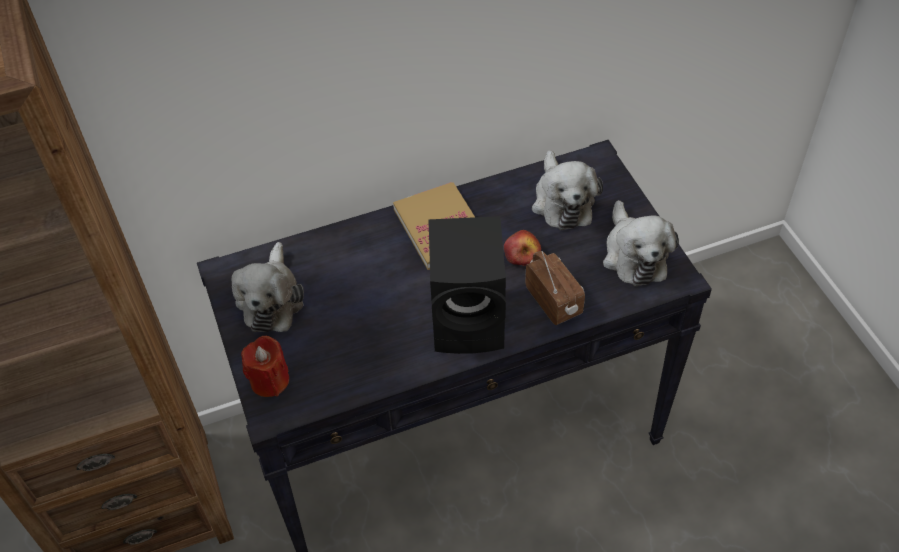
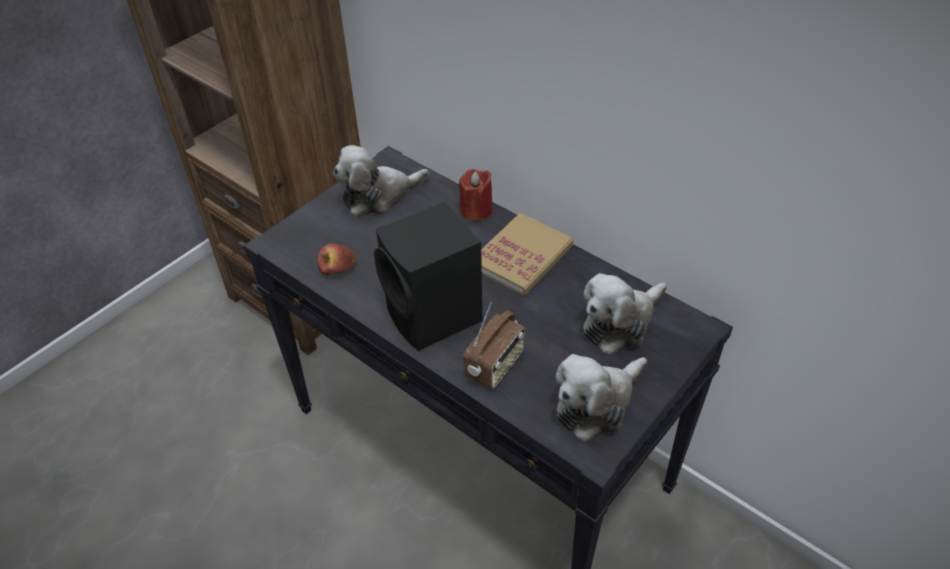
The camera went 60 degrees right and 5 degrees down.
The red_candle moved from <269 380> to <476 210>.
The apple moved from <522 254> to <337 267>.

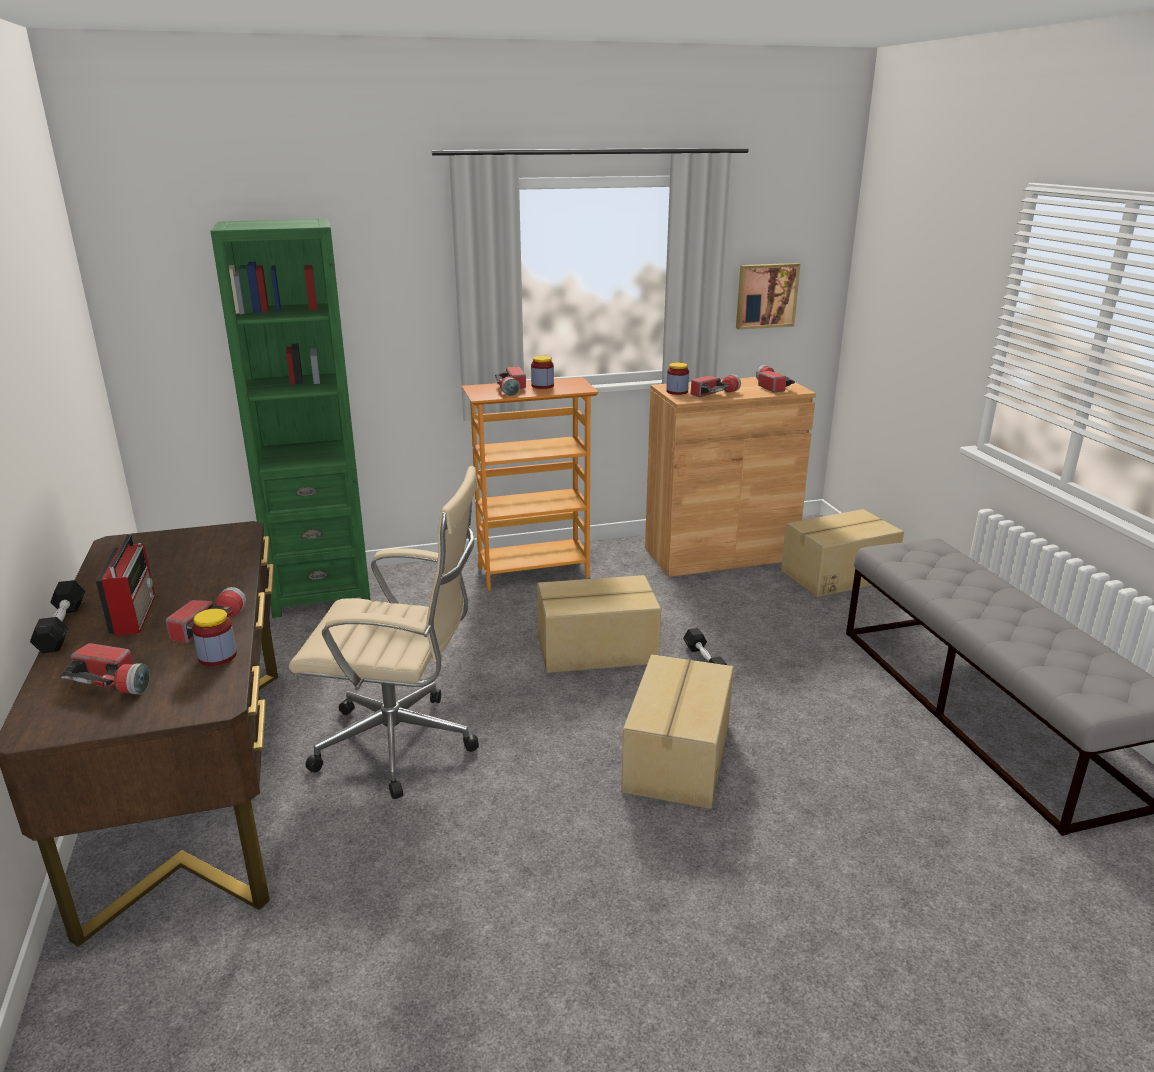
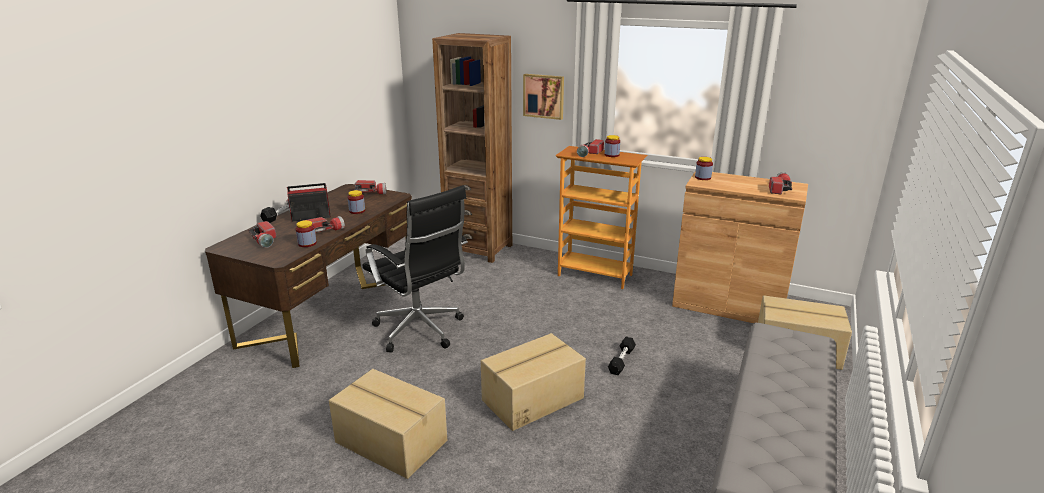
The camera went 40 degrees right and 0 degrees up.
The radio at <134 614> turned 135 degrees counterclockwise.
The green_bookcase at <321 593> became the brown_bookcase at <478 249>.
The beige_office_chair at <403 745> became the black_office_chair at <421 331>.
The cardboard_box moved from <597 650> to <390 442>.
The flashlight moved from <715 394> to <371 193>.
The picture moved from <766 295> to <544 96>.
The jar at <357 211> appeared.

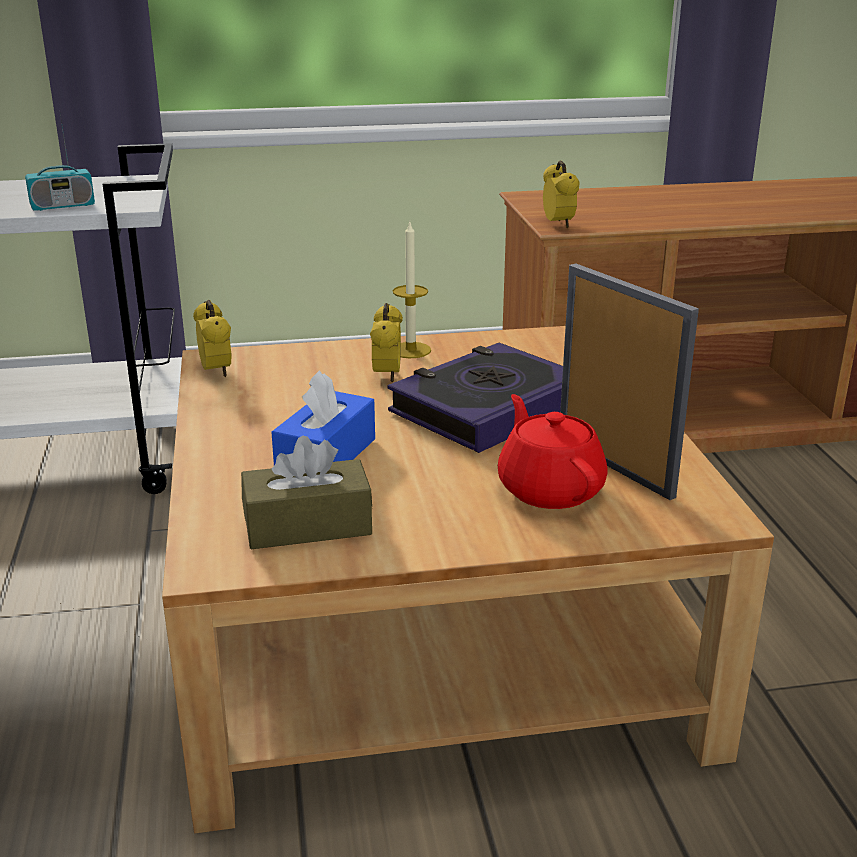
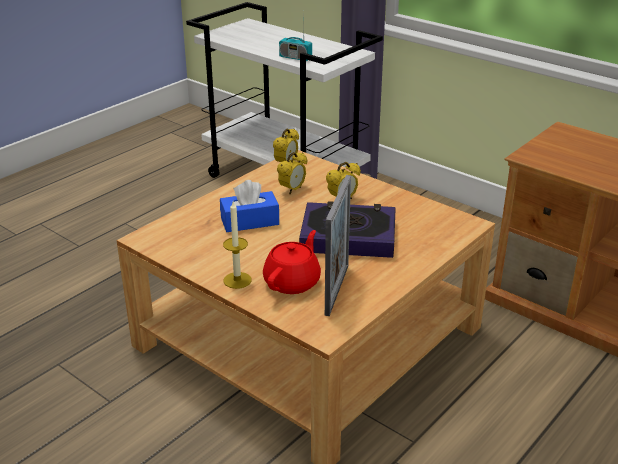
The camera went 50 degrees right and 5 degrees up.
The brown_tissue_box at <307 525> disappeared.
The candle moved from <410 350> to <237 280>.
The alarm_clock moved from <558 224> to <292 190>.

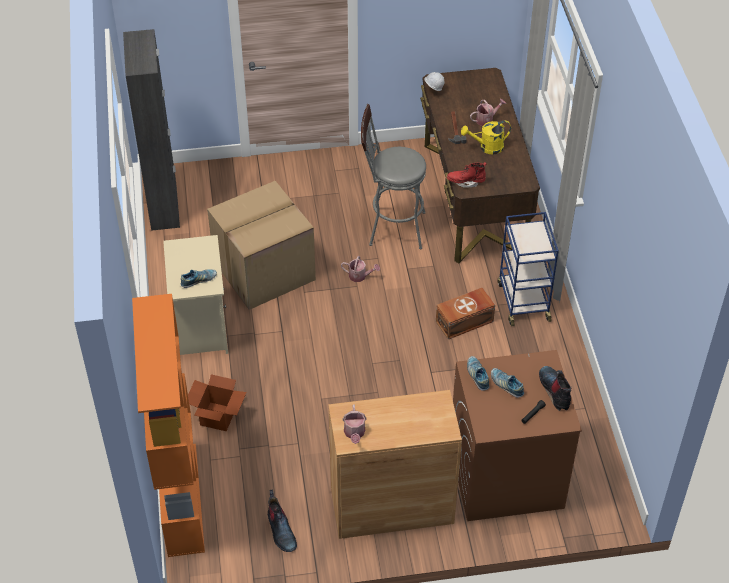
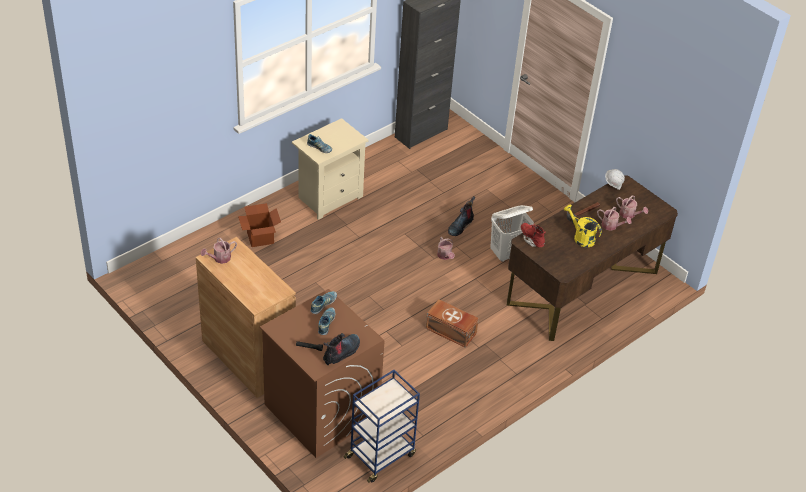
The camera went 55 degrees right and 5 degrees down.
The orange_bookcase at <181 498> disappeared.
The cardboard_box at <263 272> disappeared.
The boot moved from <281 531> to <460 225>.
The grey_stool at <391 228> was replaced by the white_laundry_basket at <507 254>.
The blue_cart moved from <523 301> to <381 455>.
The watering_can at <629 215> appeared.

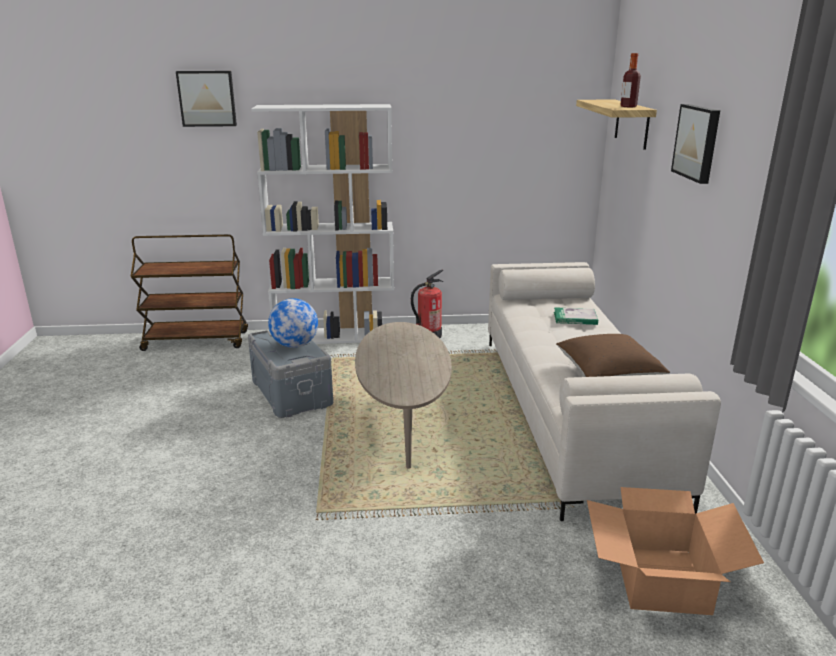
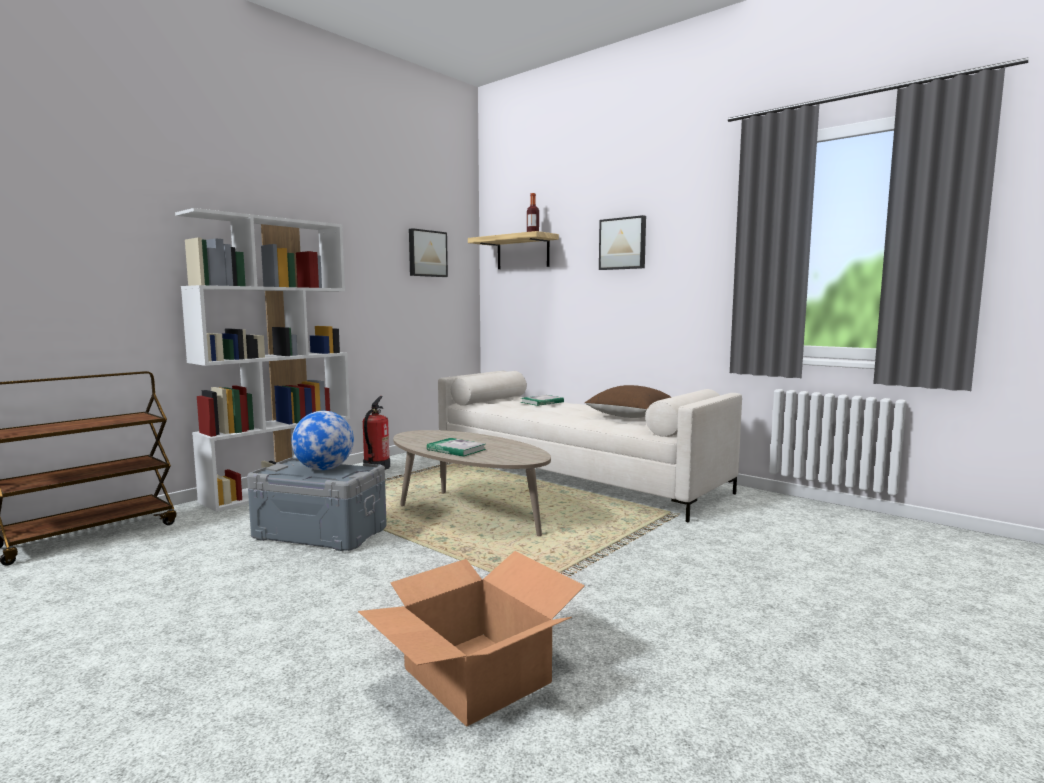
The camera went 45 degrees left and 15 degrees down.
The picture moved from <207 98> to <427 253>.
The cardboard_box moved from <660 579> to <475 676>.
The book at <456 449> appeared.

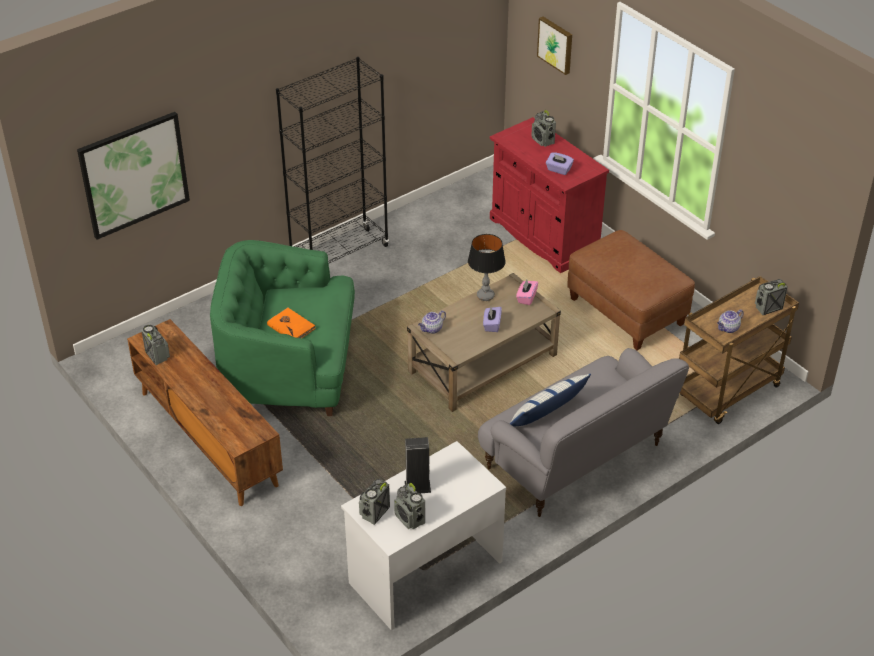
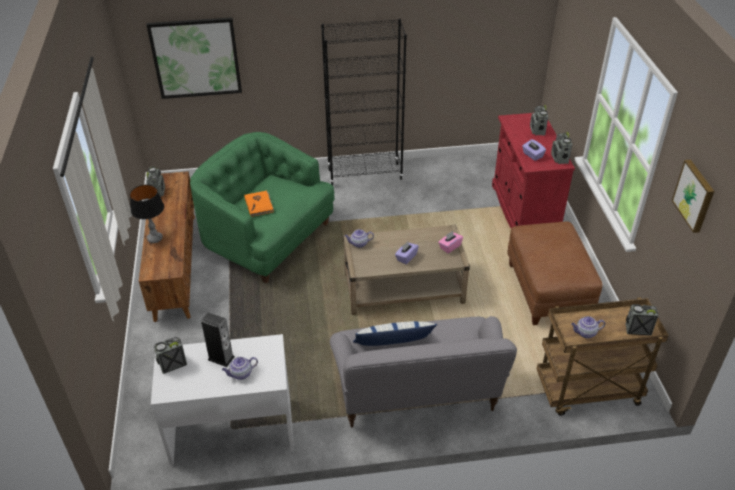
The camera went 30 degrees right and 0 degrees up.
The radio moved from <410 519> to <559 159>.
The table_lamp moved from <485 296> to <154 238>.
The picture moved from <556 44> to <695 195>.
The teapot at <241 374> appeared.

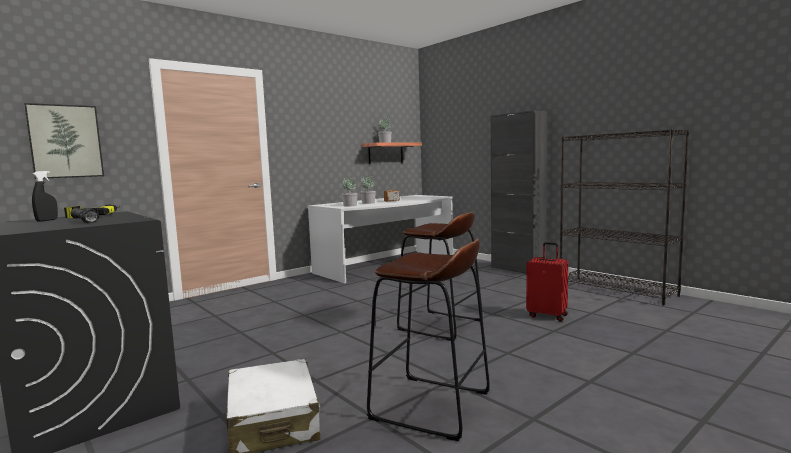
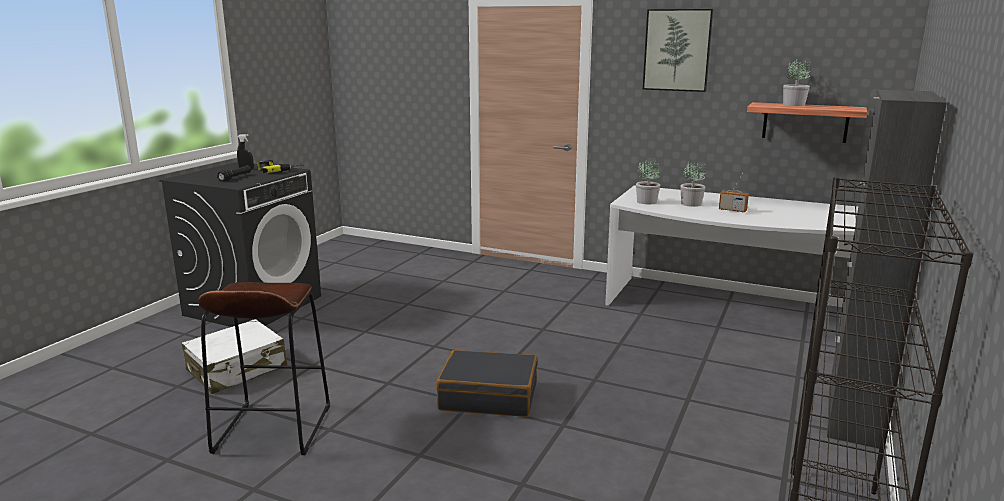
The camera went 65 degrees right and 10 degrees up.
The picture moved from <65 141> to <677 50>.
The brown_stool at <440 325> was replaced by the black_suitcase at <489 396>.
The red_suitcase at <547 315> disappeared.

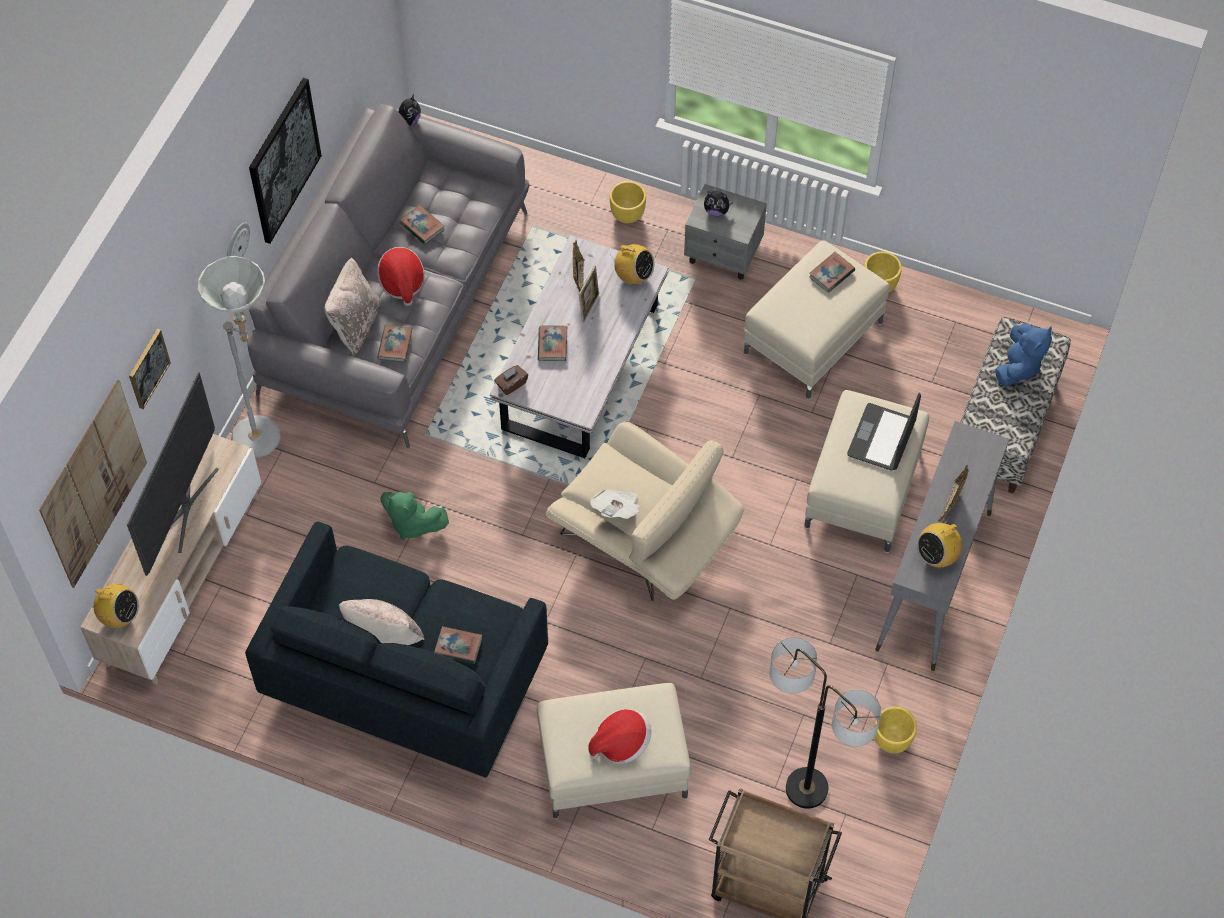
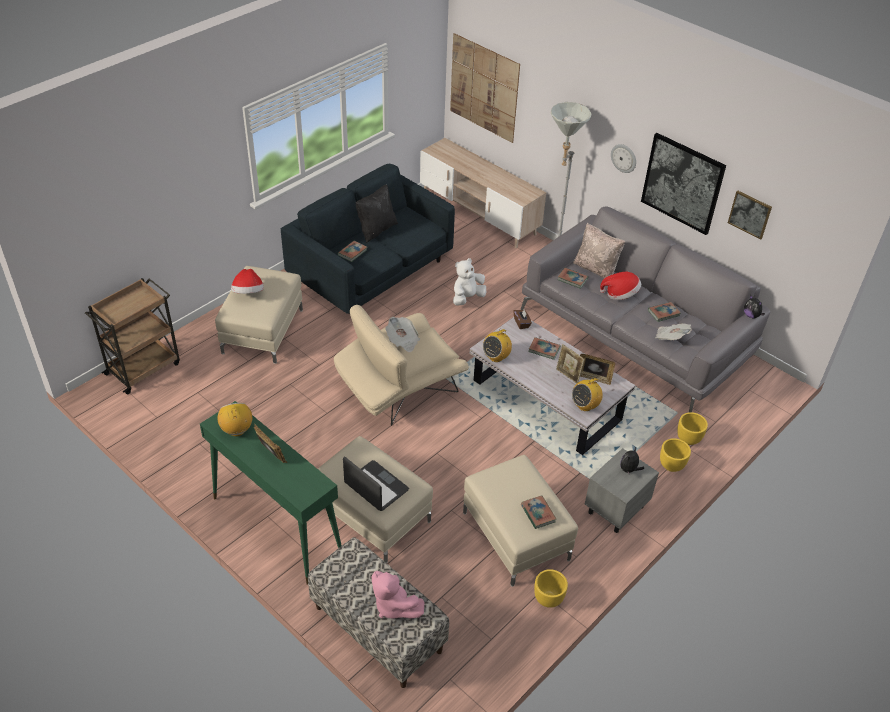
The camera went 110 degrees right and 15 degrees down.
The radio moved from <119 616> to <496 357>.
The television at <184 506> disappeared.
The picture moved from <148 368> to <750 214>.
The beige_pillow at <384 638> became the black_pillow at <376 229>.
The green_plush_toy at <412 523> became the white_plush_toy at <467 298>.
The floor_lamp at <806 789> disappeared.
The grey_console_table at <933 582> became the green_console_table at <276 526>.
The yellow_planter moved from <891 741> to <688 439>.
The blue_plush_toy at <1019 366> became the pink_plush_toy at <393 606>.
The newspaper at <670 338> appeared.

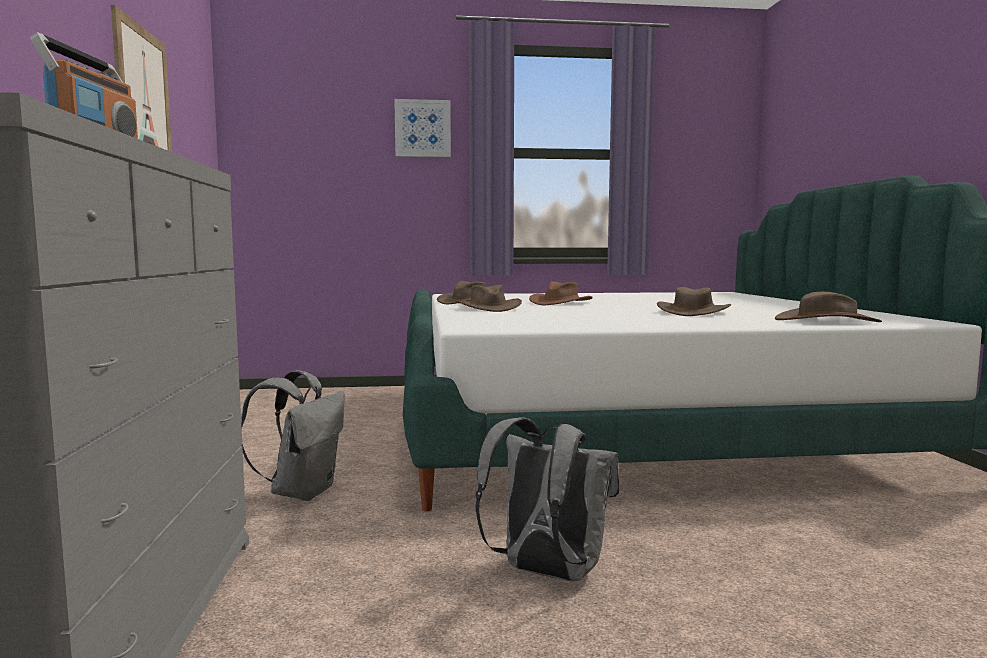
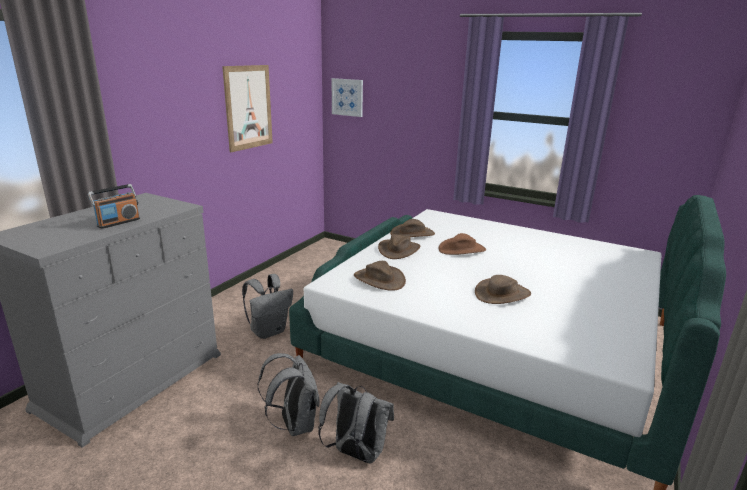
The camera went 35 degrees right and 15 degrees up.
The picture moved from <422 128> to <347 97>.
The brown_hat moved from <826 321> to <379 279>.
The grey_backpack at <356 453> appeared.

